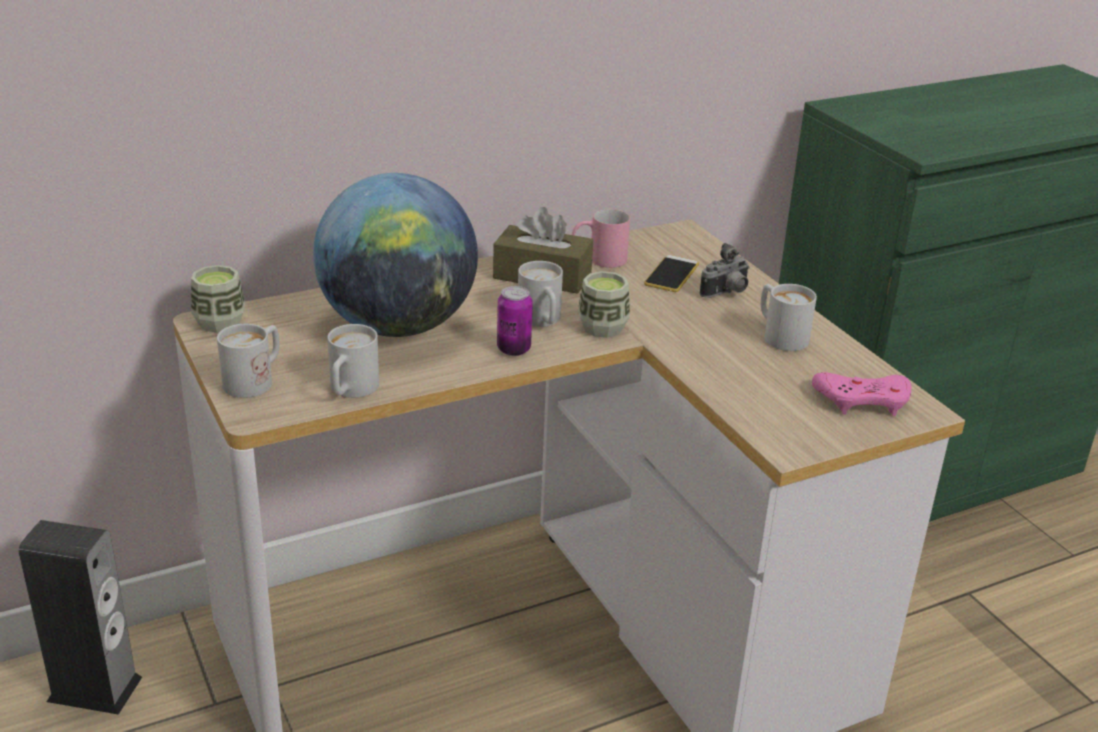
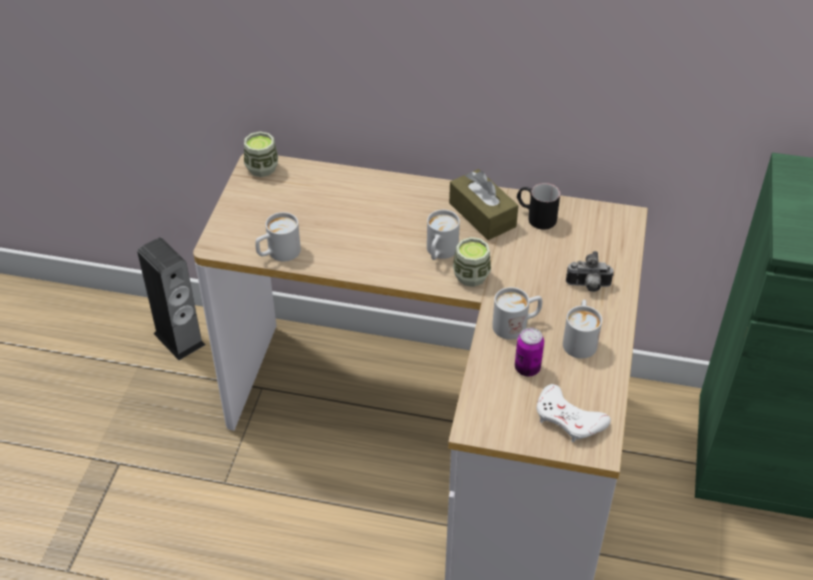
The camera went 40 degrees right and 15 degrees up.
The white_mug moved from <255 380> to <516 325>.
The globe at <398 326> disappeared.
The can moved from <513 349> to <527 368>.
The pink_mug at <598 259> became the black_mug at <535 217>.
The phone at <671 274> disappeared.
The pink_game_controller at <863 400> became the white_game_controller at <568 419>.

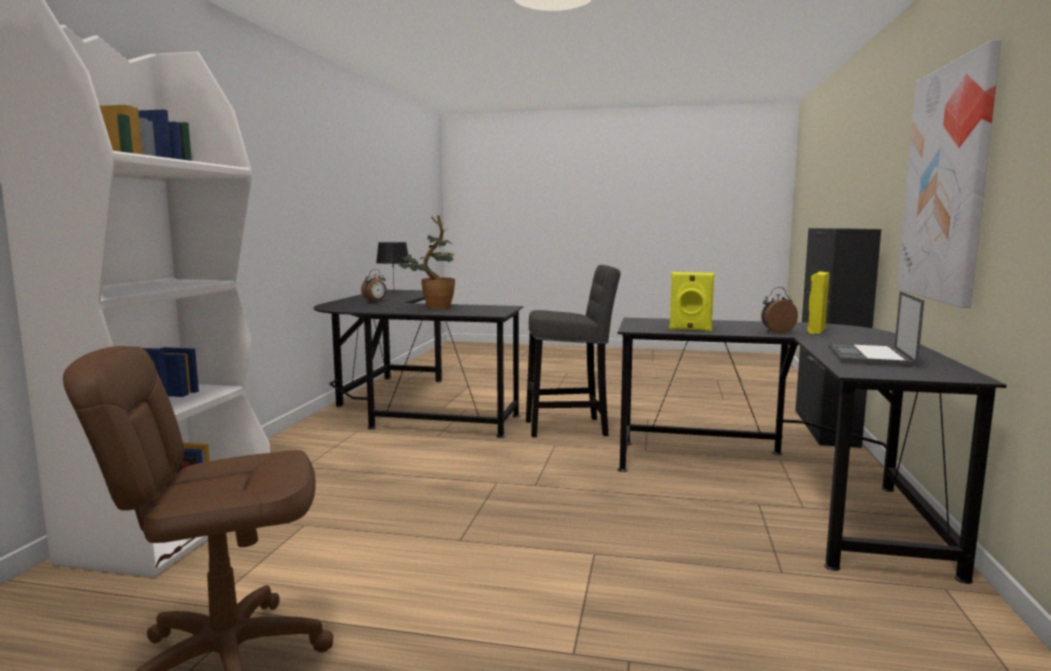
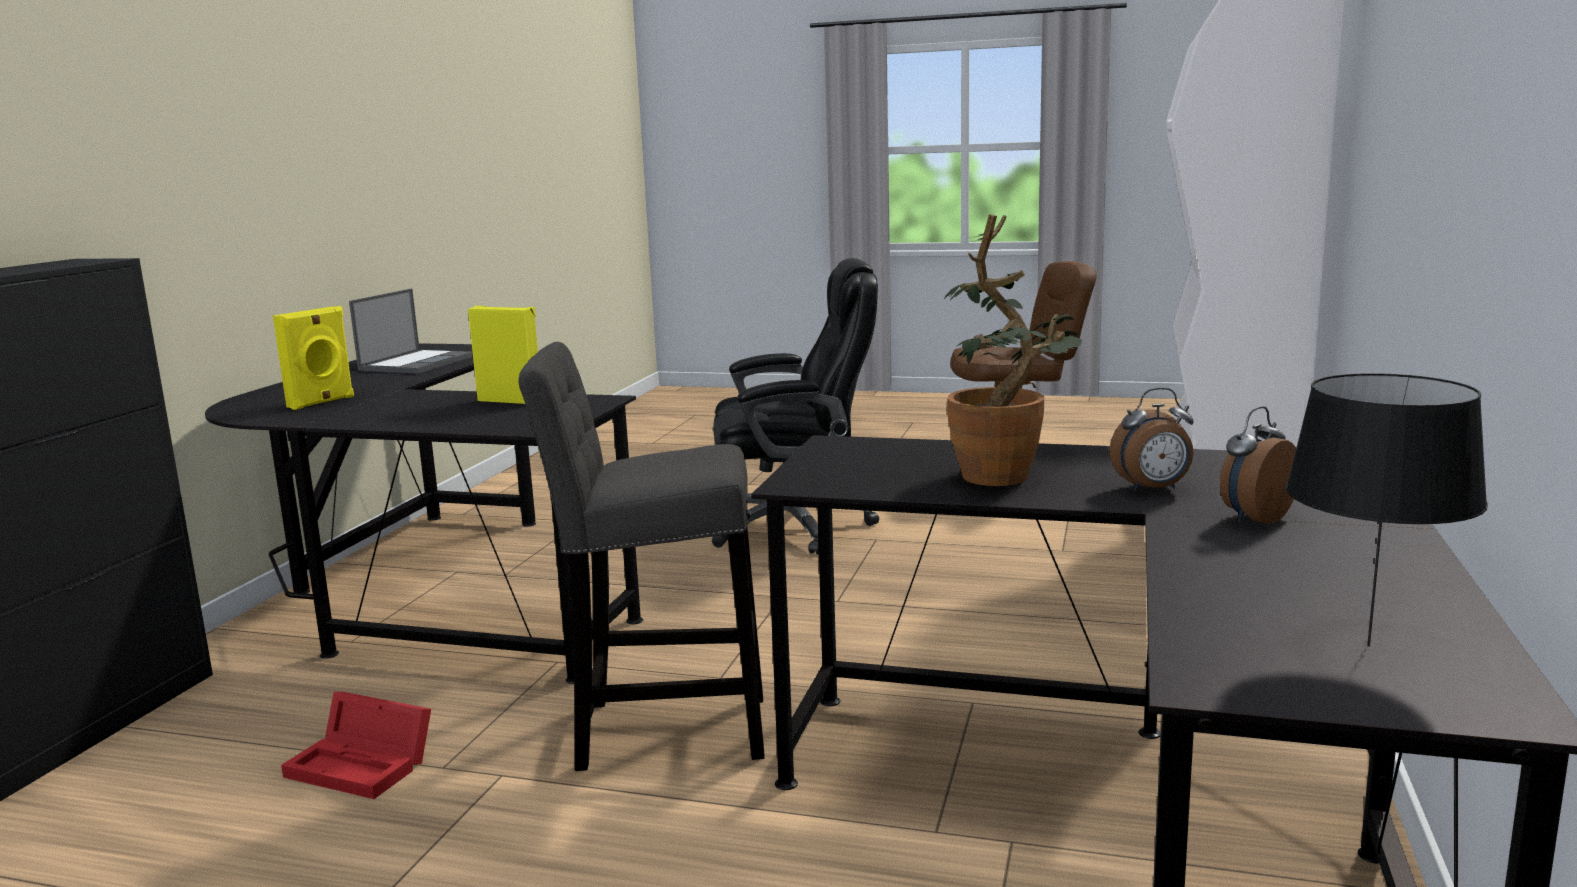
The camera went 175 degrees left and 5 degrees up.
The alarm_clock moved from <776 332> to <1153 489>.
The picture at <947 183> disappeared.
The red_storage_box at <364 765> appeared.
The black_office_chair at <795 527> appeared.

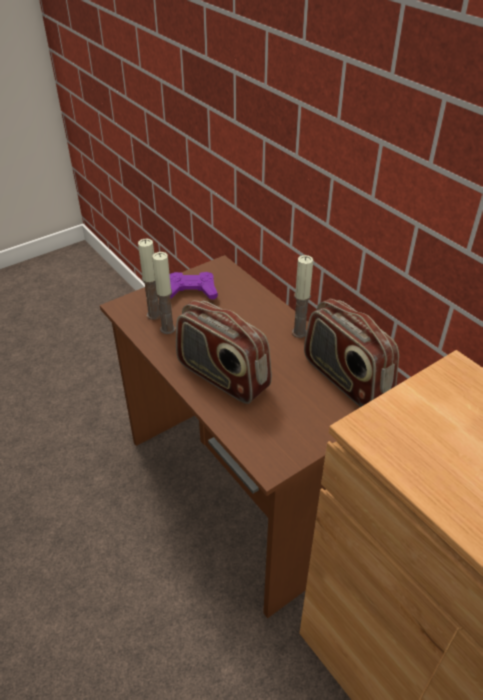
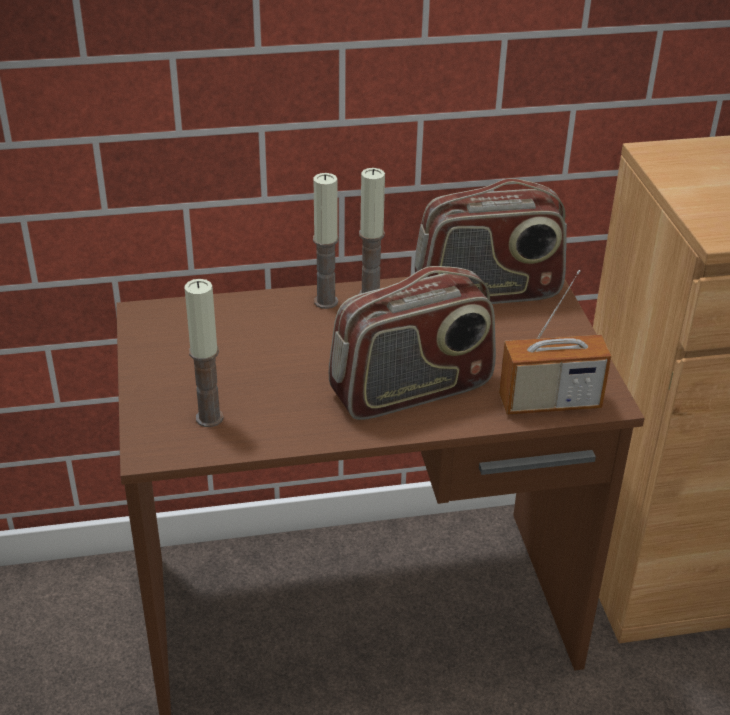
The camera went 65 degrees left and 5 degrees down.
The candle moved from <167 329> to <326 301>.
The purple_game_controller at <191 291> disappeared.
The radio at <549 402> appeared.

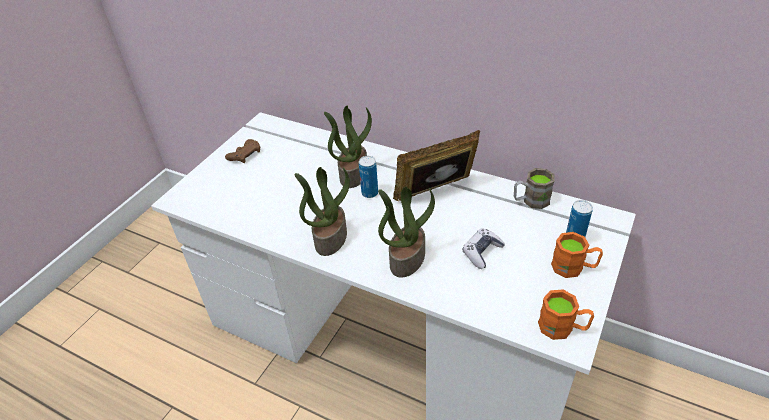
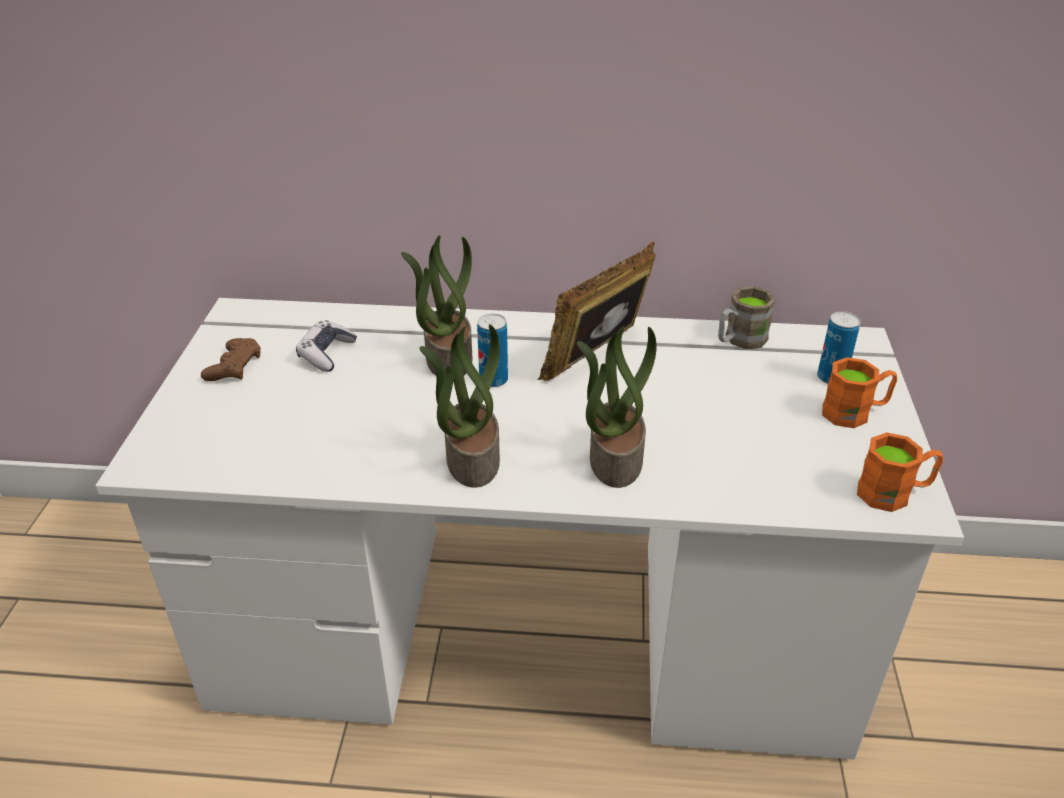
The camera went 25 degrees left and 5 degrees down.
The game_controller moved from <482 252> to <326 353>.

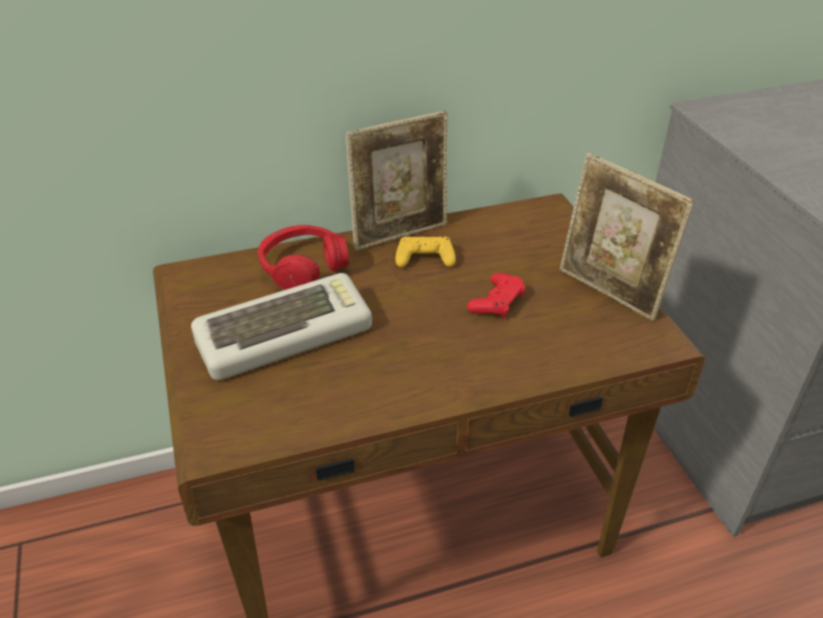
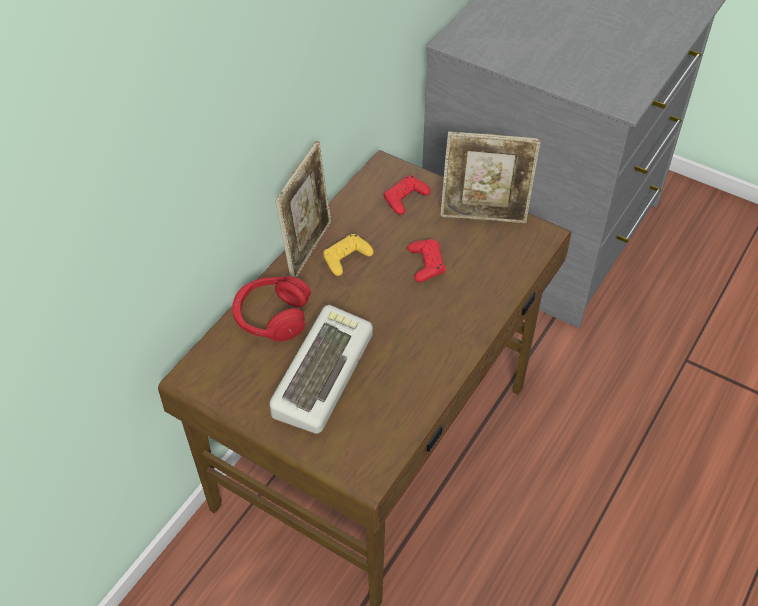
The camera went 40 degrees left and 10 degrees up.
The red_game_controller at <405 199> appeared.

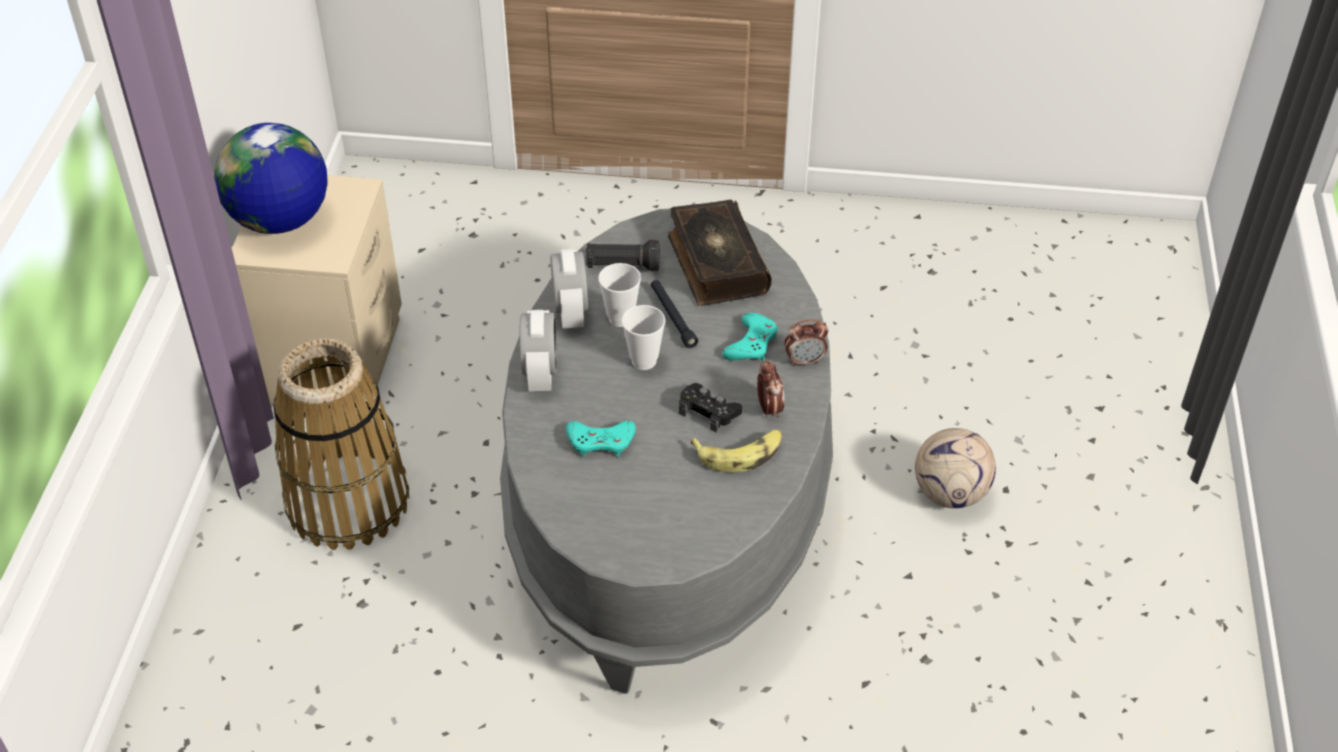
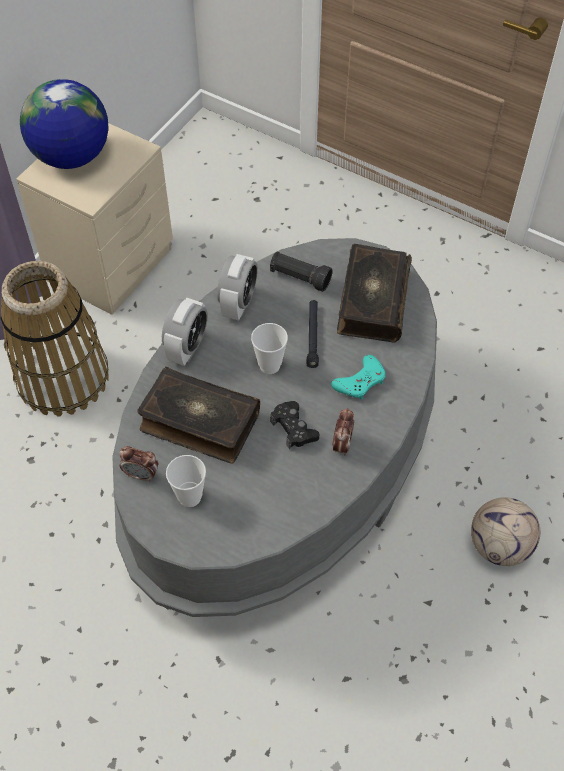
The camera went 25 degrees right and 10 degrees up.
The turquoise_game_controller at <601 442> was replaced by the book at <199 422>.
The cup moved from <620 318> to <189 497>.
The banana at <740 453> disappeared.
The alarm_clock moved from <804 361> to <141 474>.

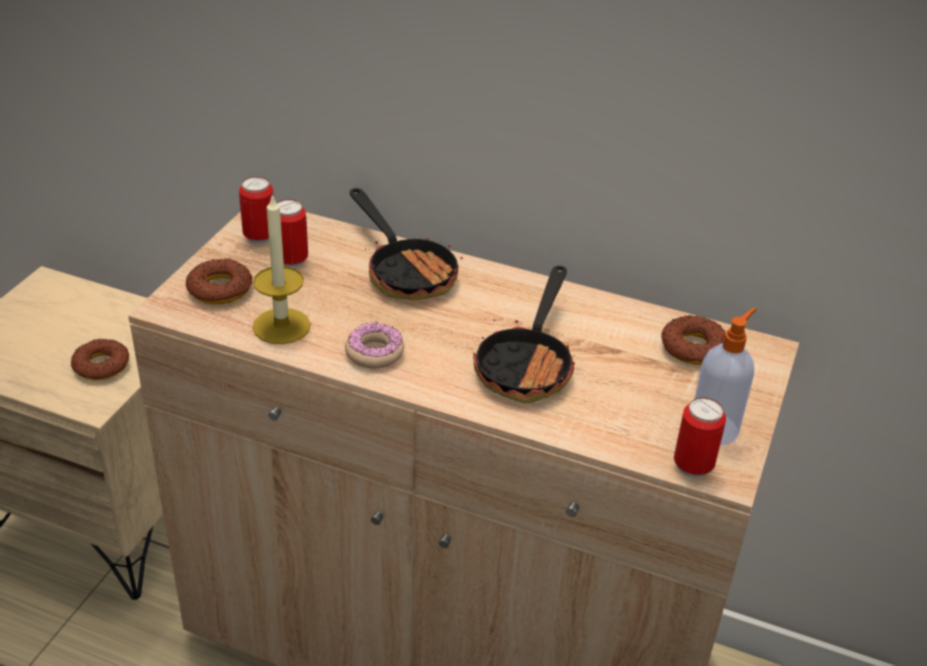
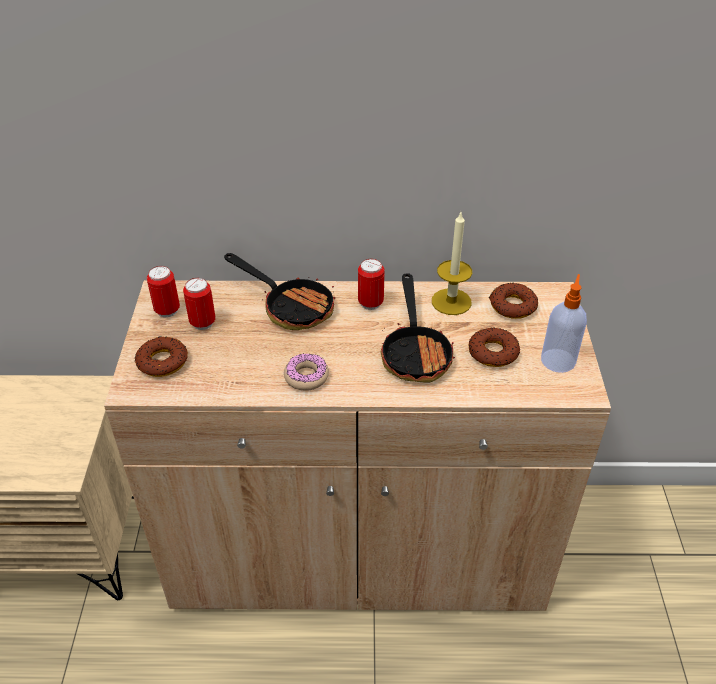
The camera went 20 degrees left and 5 degrees up.
The donut moved from <101 365> to <492 352>.
The candle moved from <281 326> to <451 301>.
The can moved from <693 466> to <370 303>.

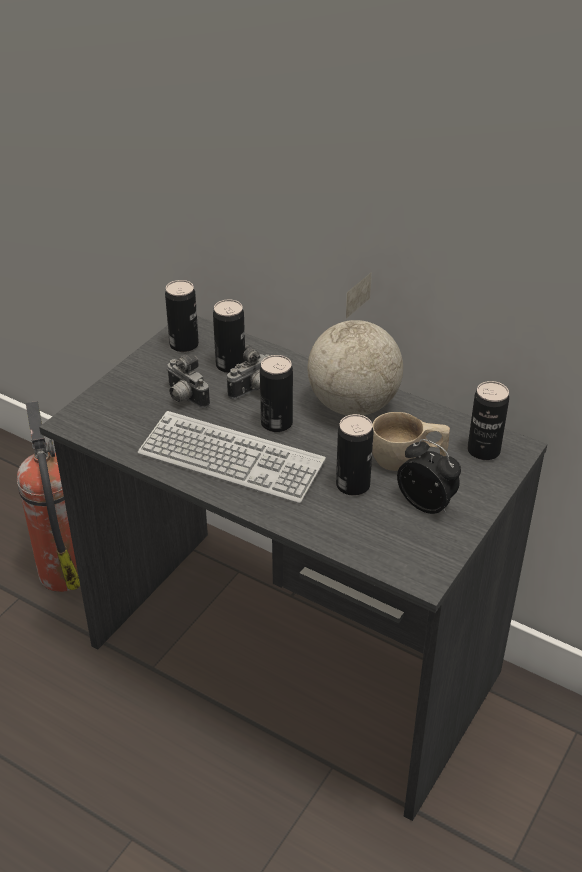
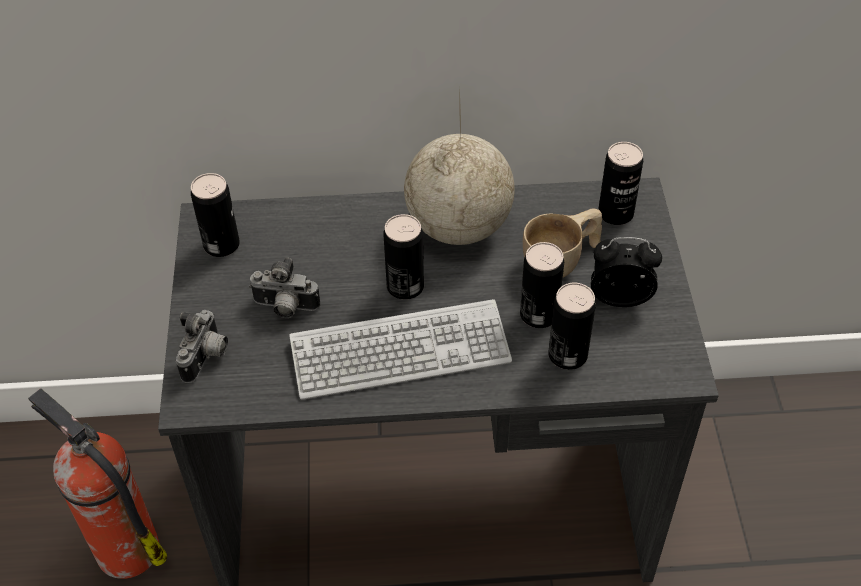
The camera went 35 degrees left and 10 degrees up.
The can moved from <230 365> to <567 355>.
The photo_camera moved from <254 391> to <207 358>.

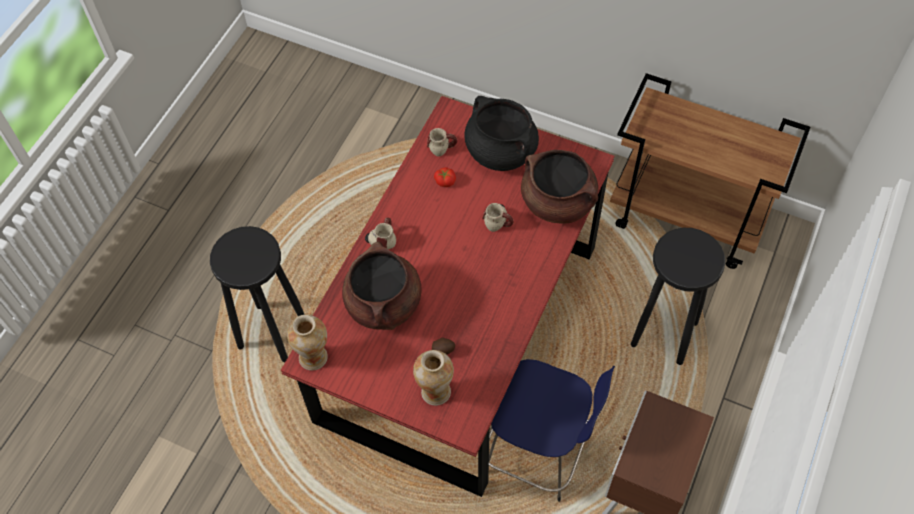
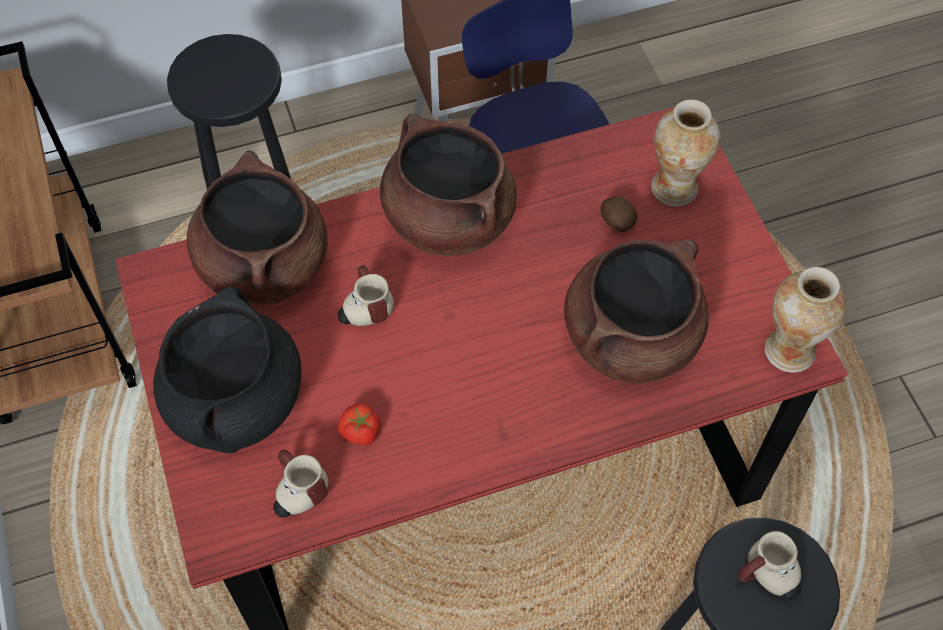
The camera went 135 degrees left and 0 degrees up.
The mug moved from <382 239> to <766 578>.
The brown_cooking_pot at <448 219> appeared.

